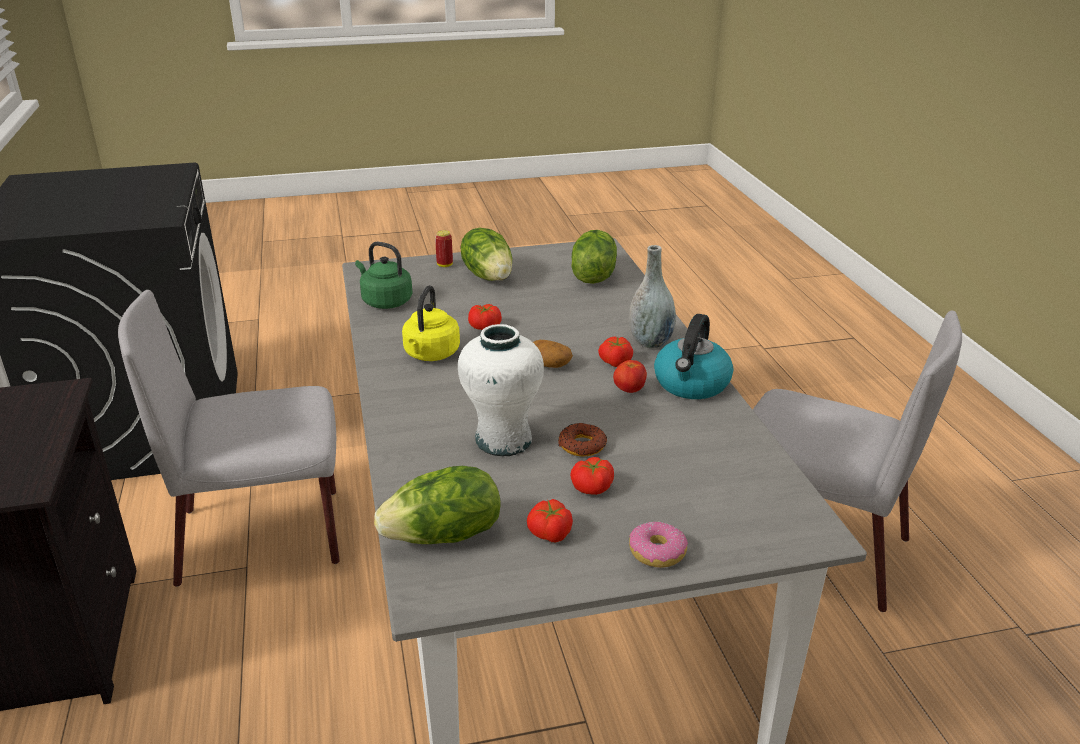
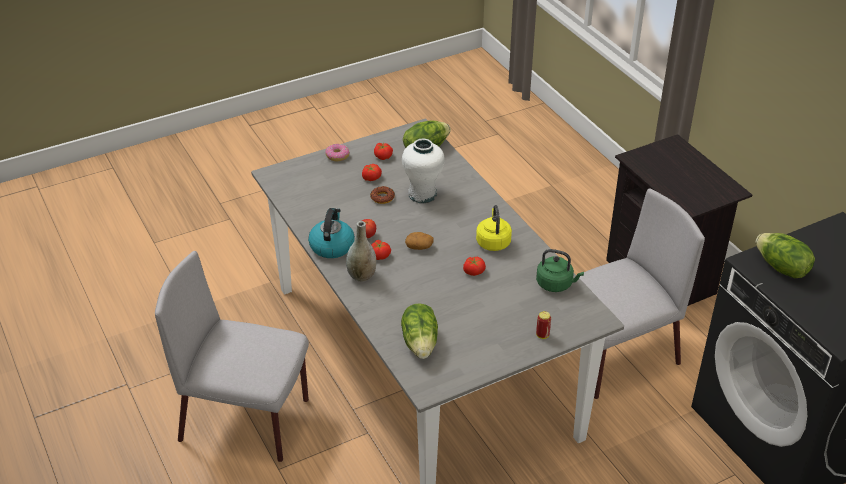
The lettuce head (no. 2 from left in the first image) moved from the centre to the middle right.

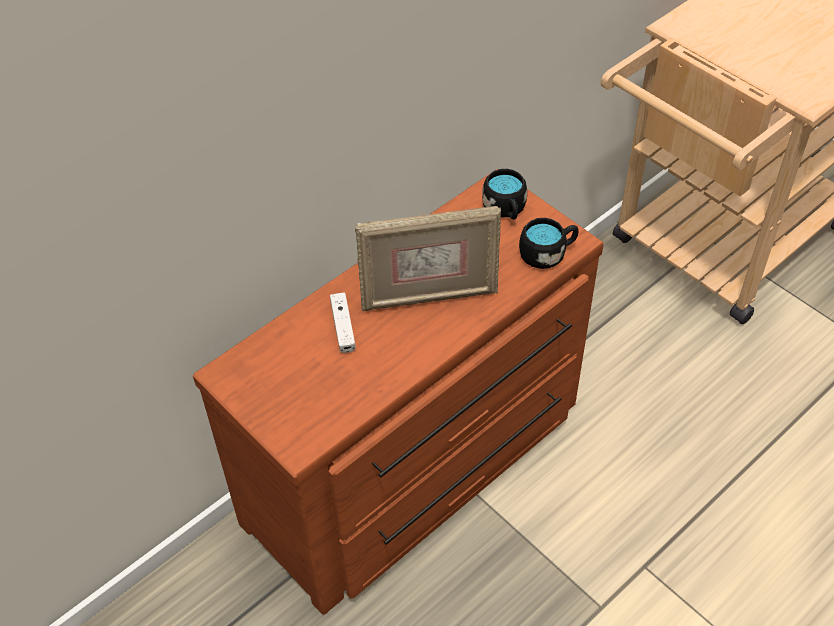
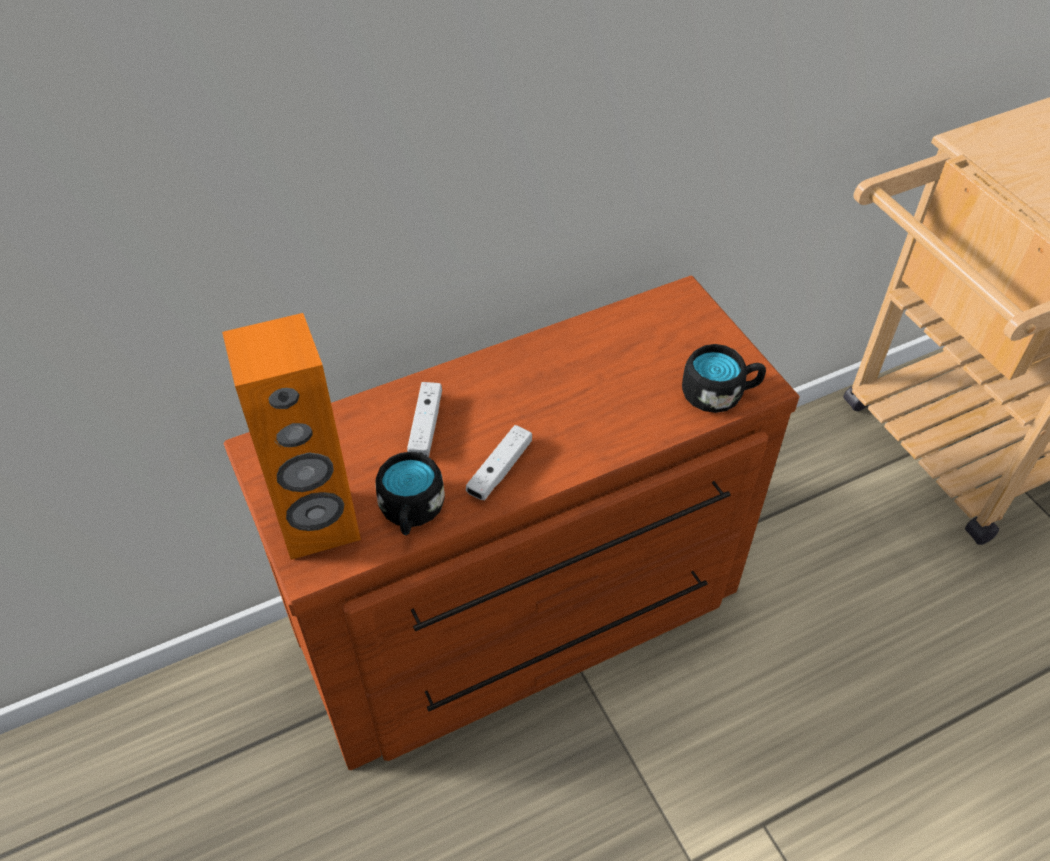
The loudspeaker/orange-coloured at the middle left appeared.
The mug/black (no. 1 from left) moved from the top centre to the centre.
The game controller/white-coloured (no. 2 from left) at the centre appeared.
The photo frame at the centre disappeared.

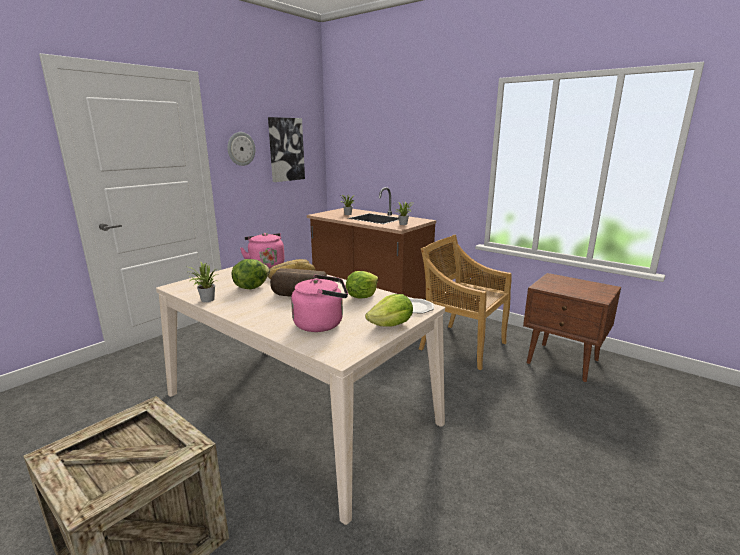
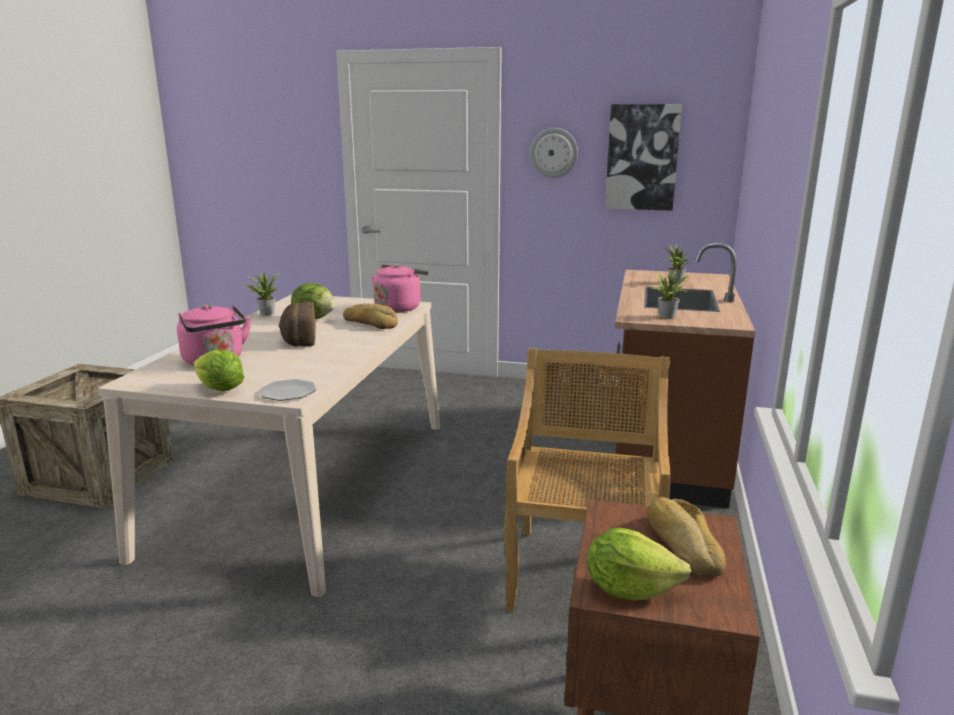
The lettuce head (no. 2 from left in the first image) moved from the centre to the bottom right.
The baked bread (no. 3 from left) at the bottom right appeared.

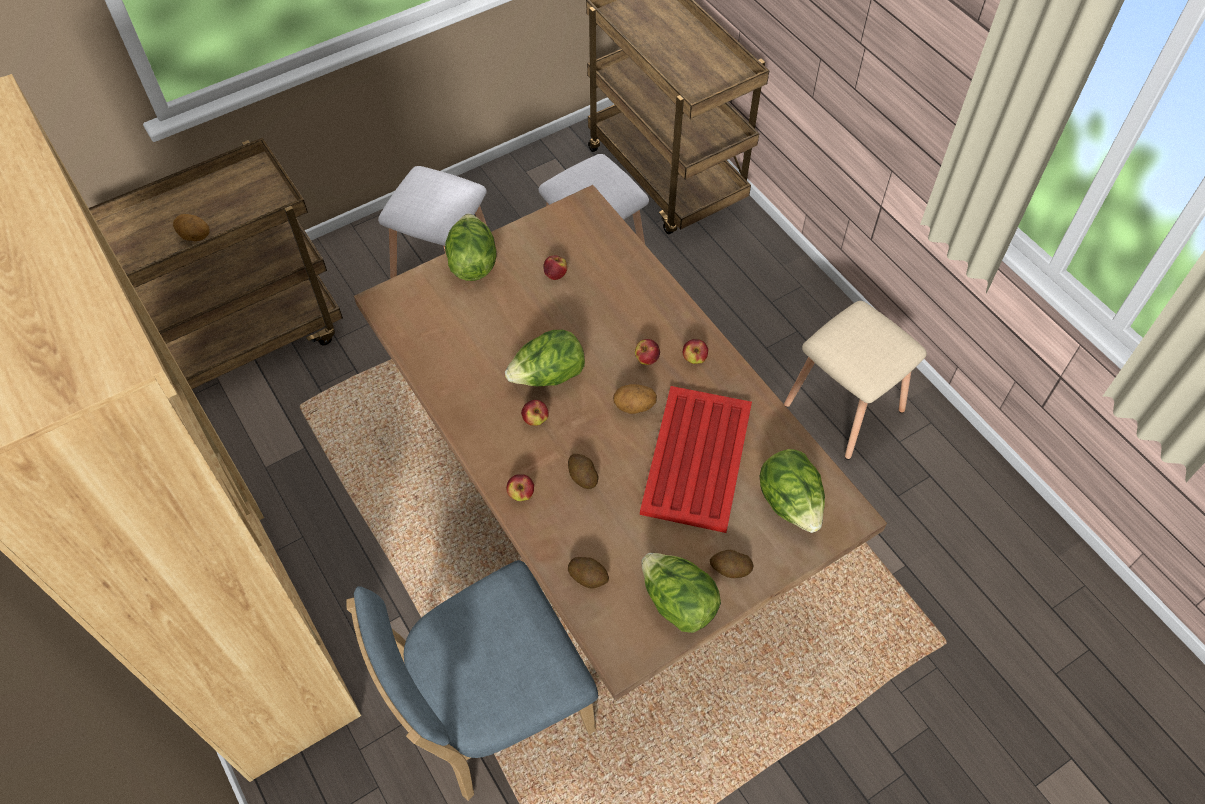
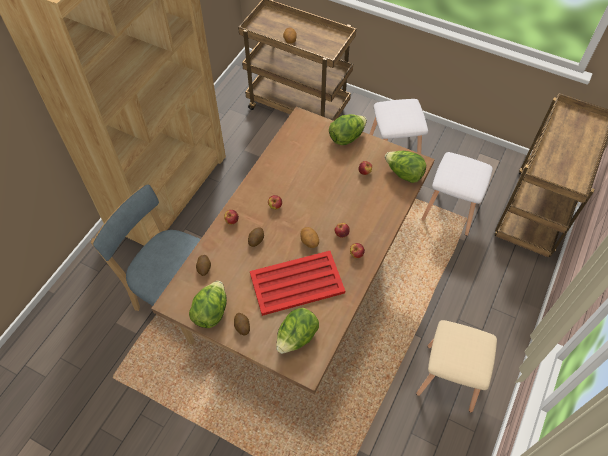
The lettuce head (no. 2 from left in the first image) moved from the centre to the middle right.

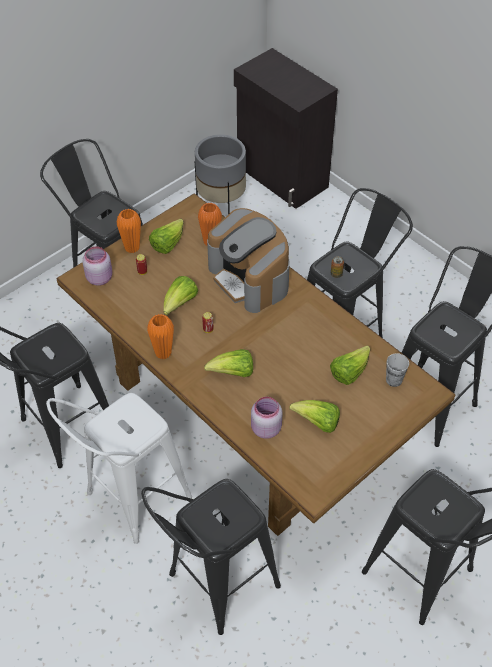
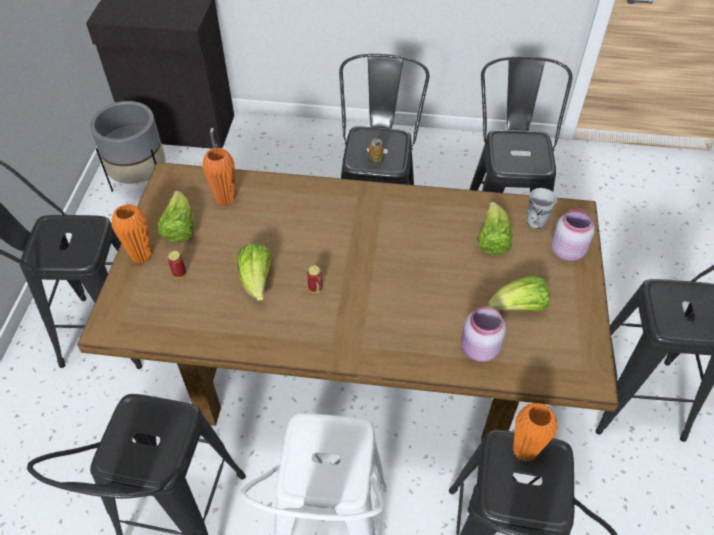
The decorative vase/orange-coloured (no. 2 from left in the first image) moved from the middle left to the bottom right.
The preserve jar/pink-coloured (no. 1 from left in the first image) moved from the middle left to the middle right.
The lettuce head (no. 3 from left) at the centre disappeared.
The coffee maker at the centre disappeared.

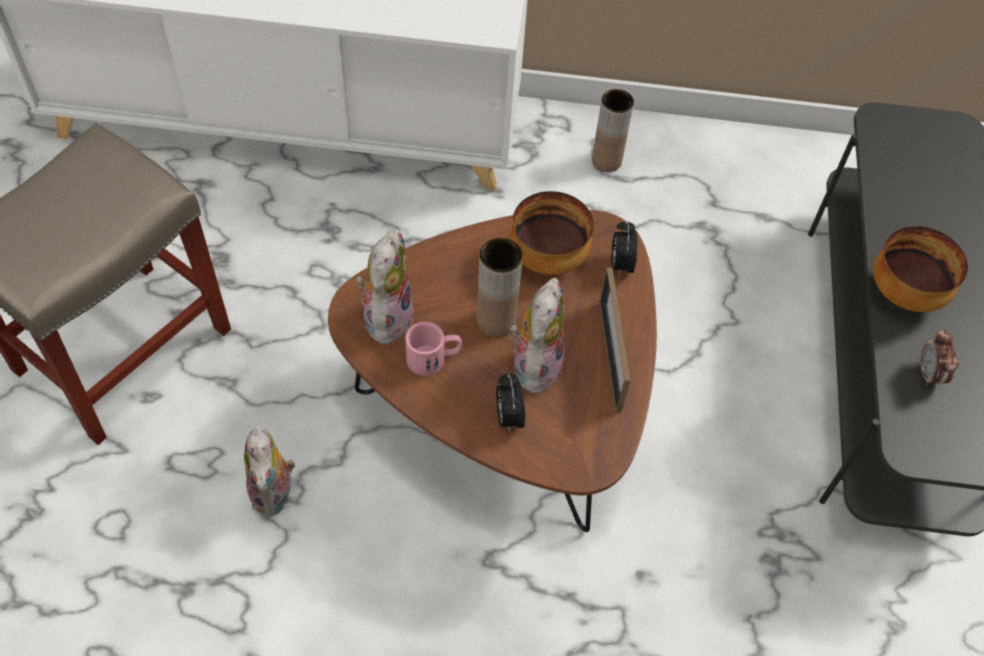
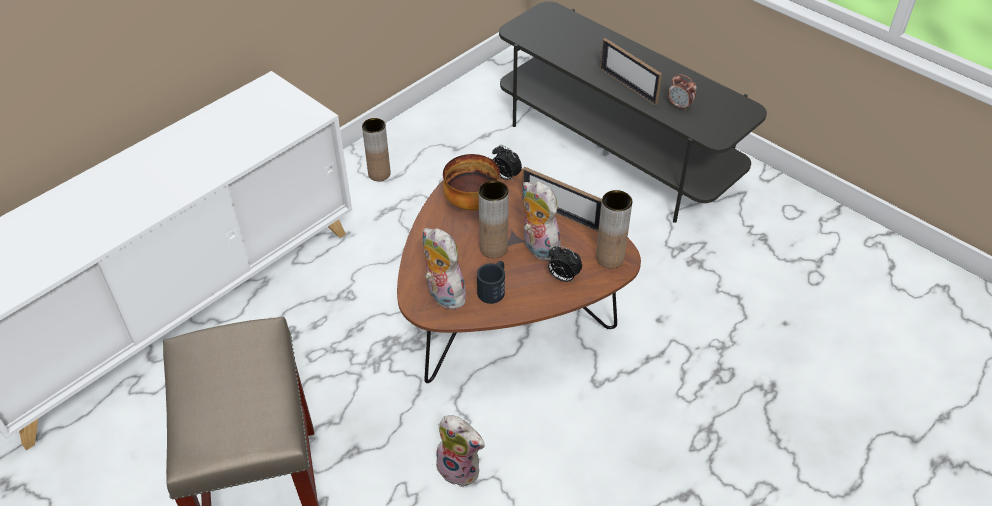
The mug/pink-coloured at the centre became the mug/black at the centre.
The decorative vase/brown (no. 3 from left) at the centre appeared.
The serving bowl (no. 2 from left) at the middle right was replaced by the photo frame (no. 2 from left) at the top centre.

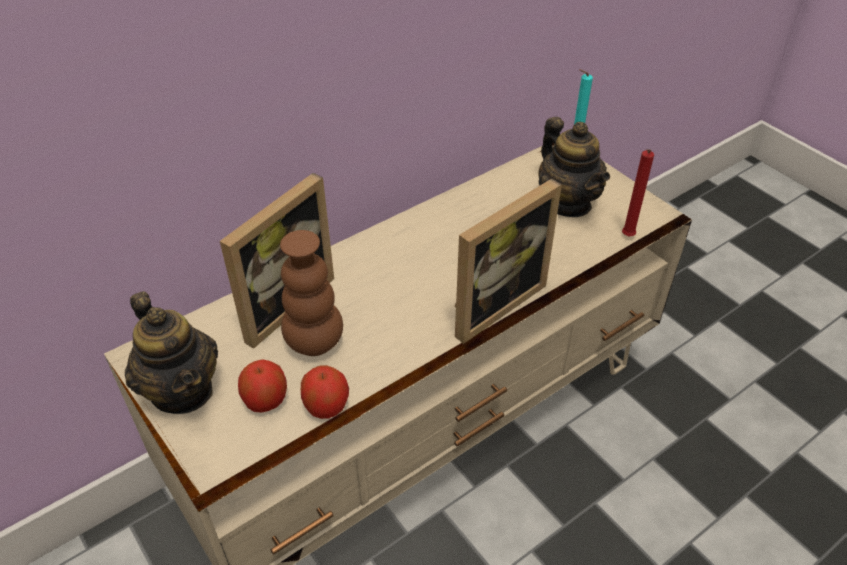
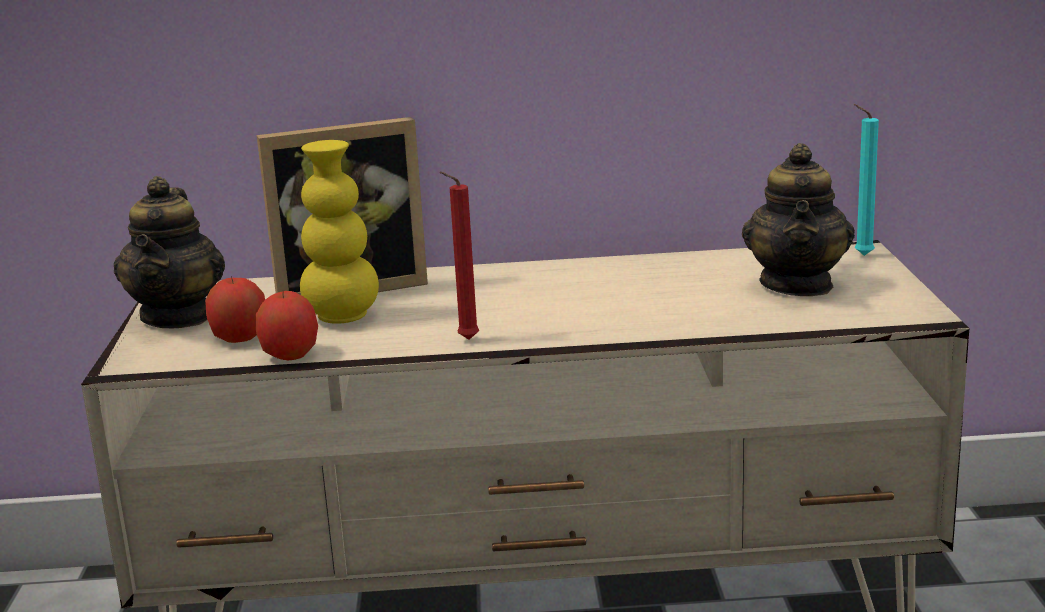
The decorative vase/brown at the centre became the decorative vase/yellowish at the middle left.
The wax light/red-coloured moved from the middle right to the centre.
The photo frame (no. 2 from left) at the centre disappeared.

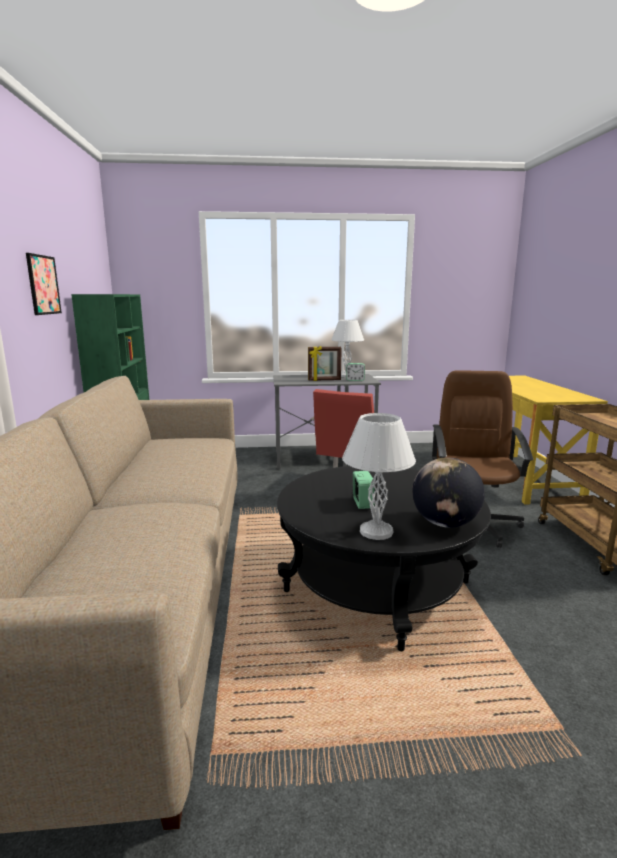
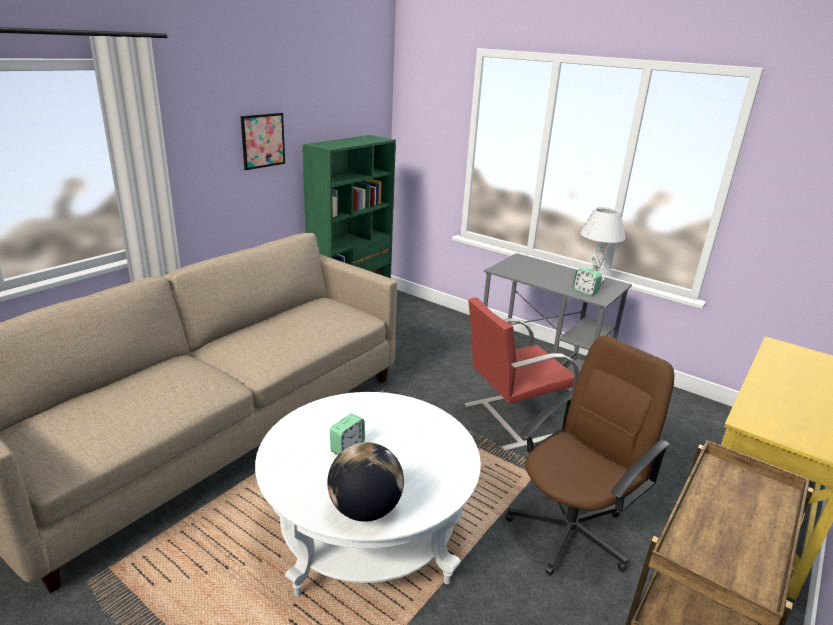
The coffee table/black at the centre became the coffee table/white-coloured at the bottom centre.
The photo frame at the centre disappeared.
The table lamp/white-coloured (no. 2 from left) at the centre disappeared.

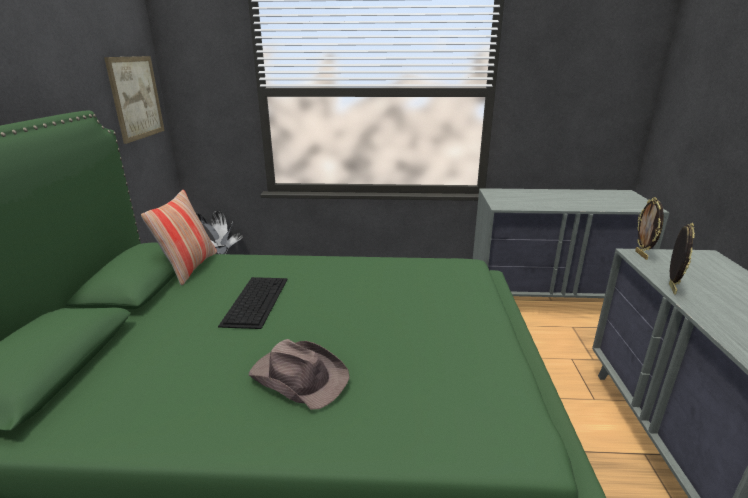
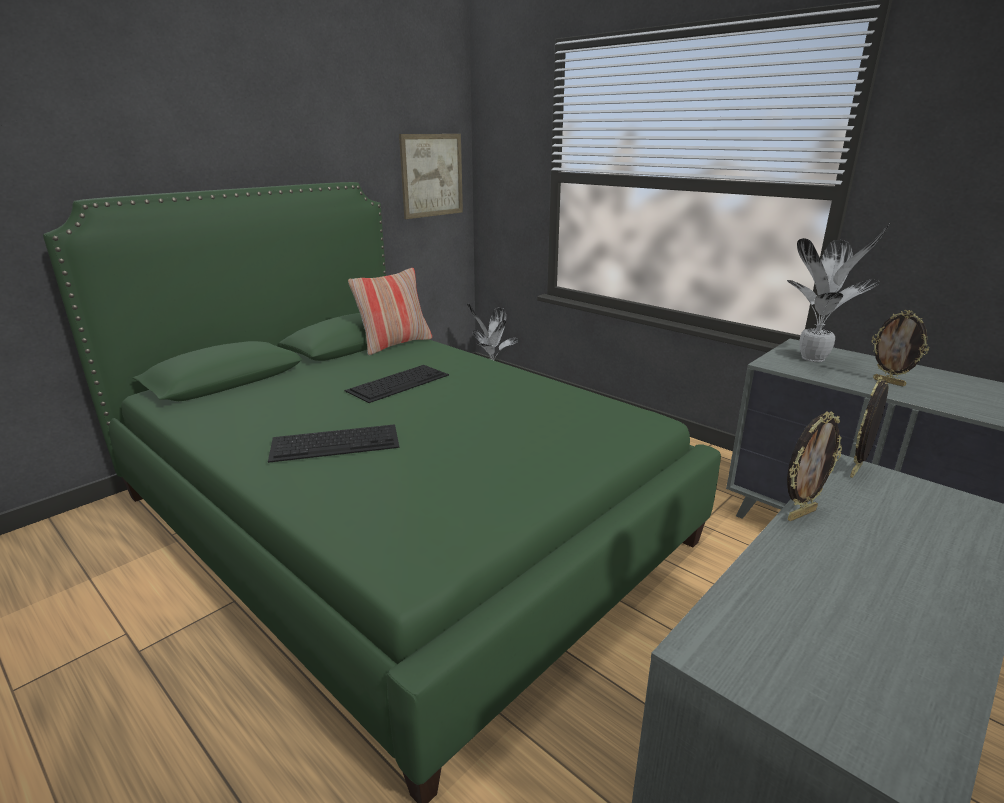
The wearable hat/brown at the bottom centre was replaced by the computer keyboard (no. 1 from left) at the middle left.
The houseplant (no. 2 from left) at the middle right appeared.
The photo frame (no. 3 from left) at the middle right appeared.

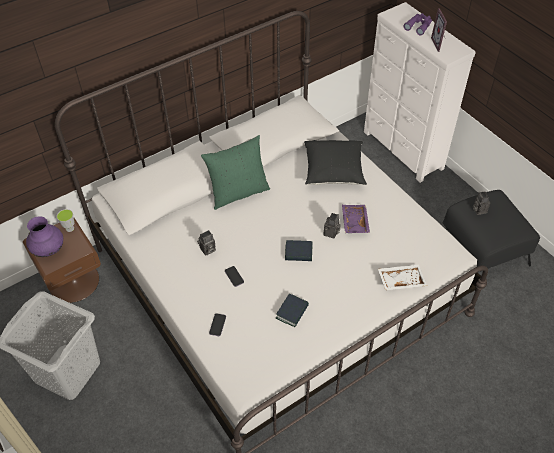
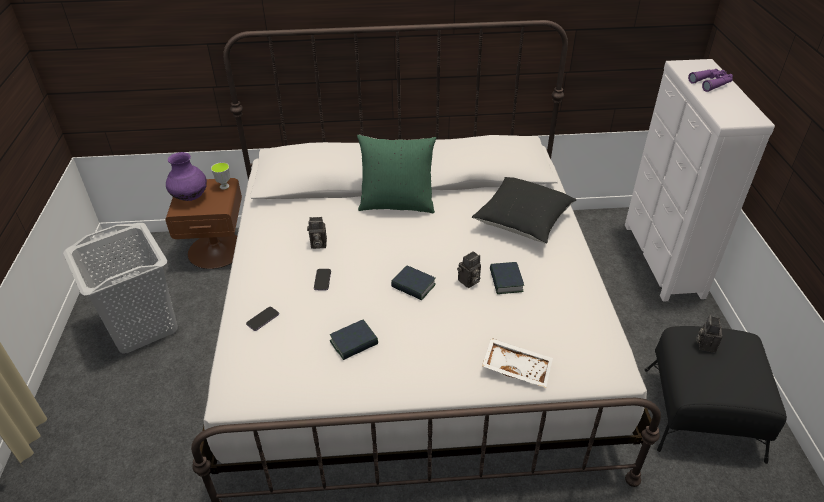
The tray/purple at the centre was replaced by the book (no. 3 from left) at the centre.
The photo frame at the top right disappeared.

